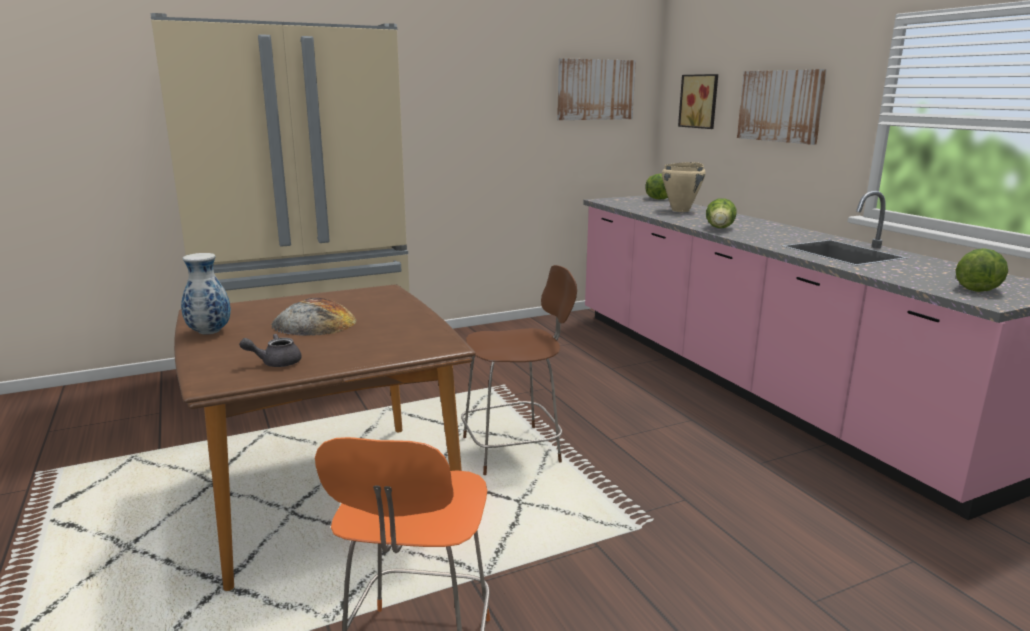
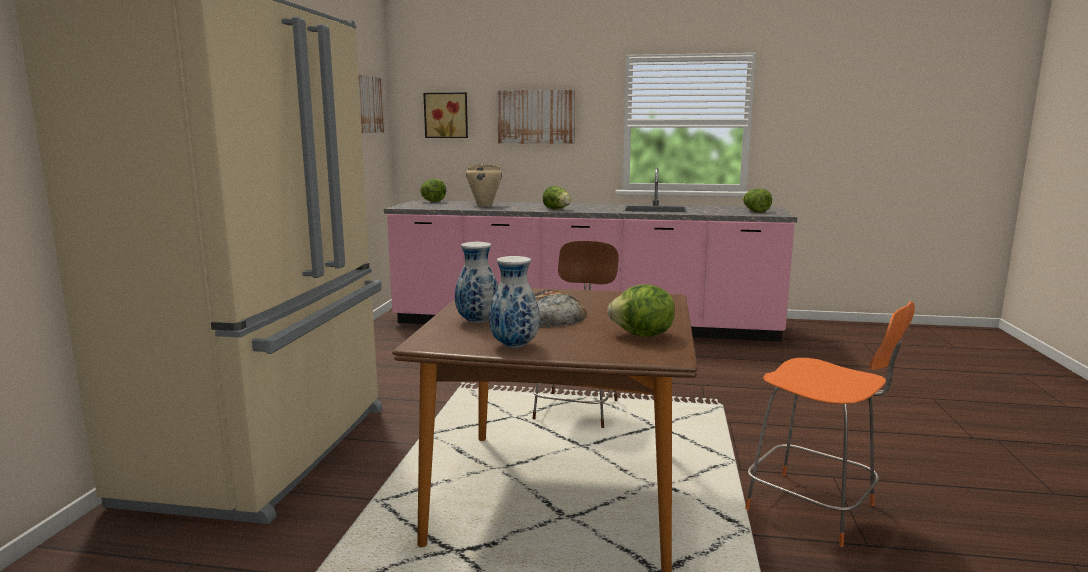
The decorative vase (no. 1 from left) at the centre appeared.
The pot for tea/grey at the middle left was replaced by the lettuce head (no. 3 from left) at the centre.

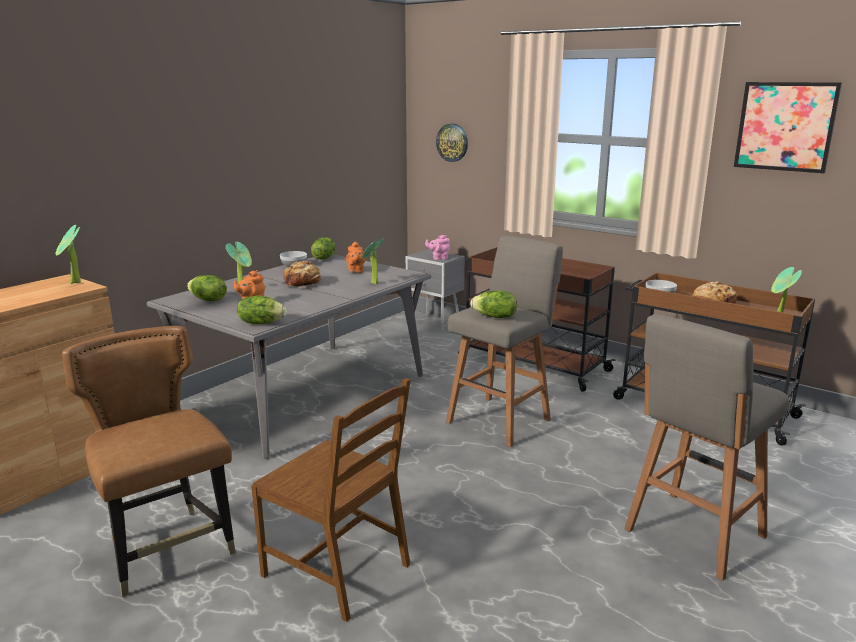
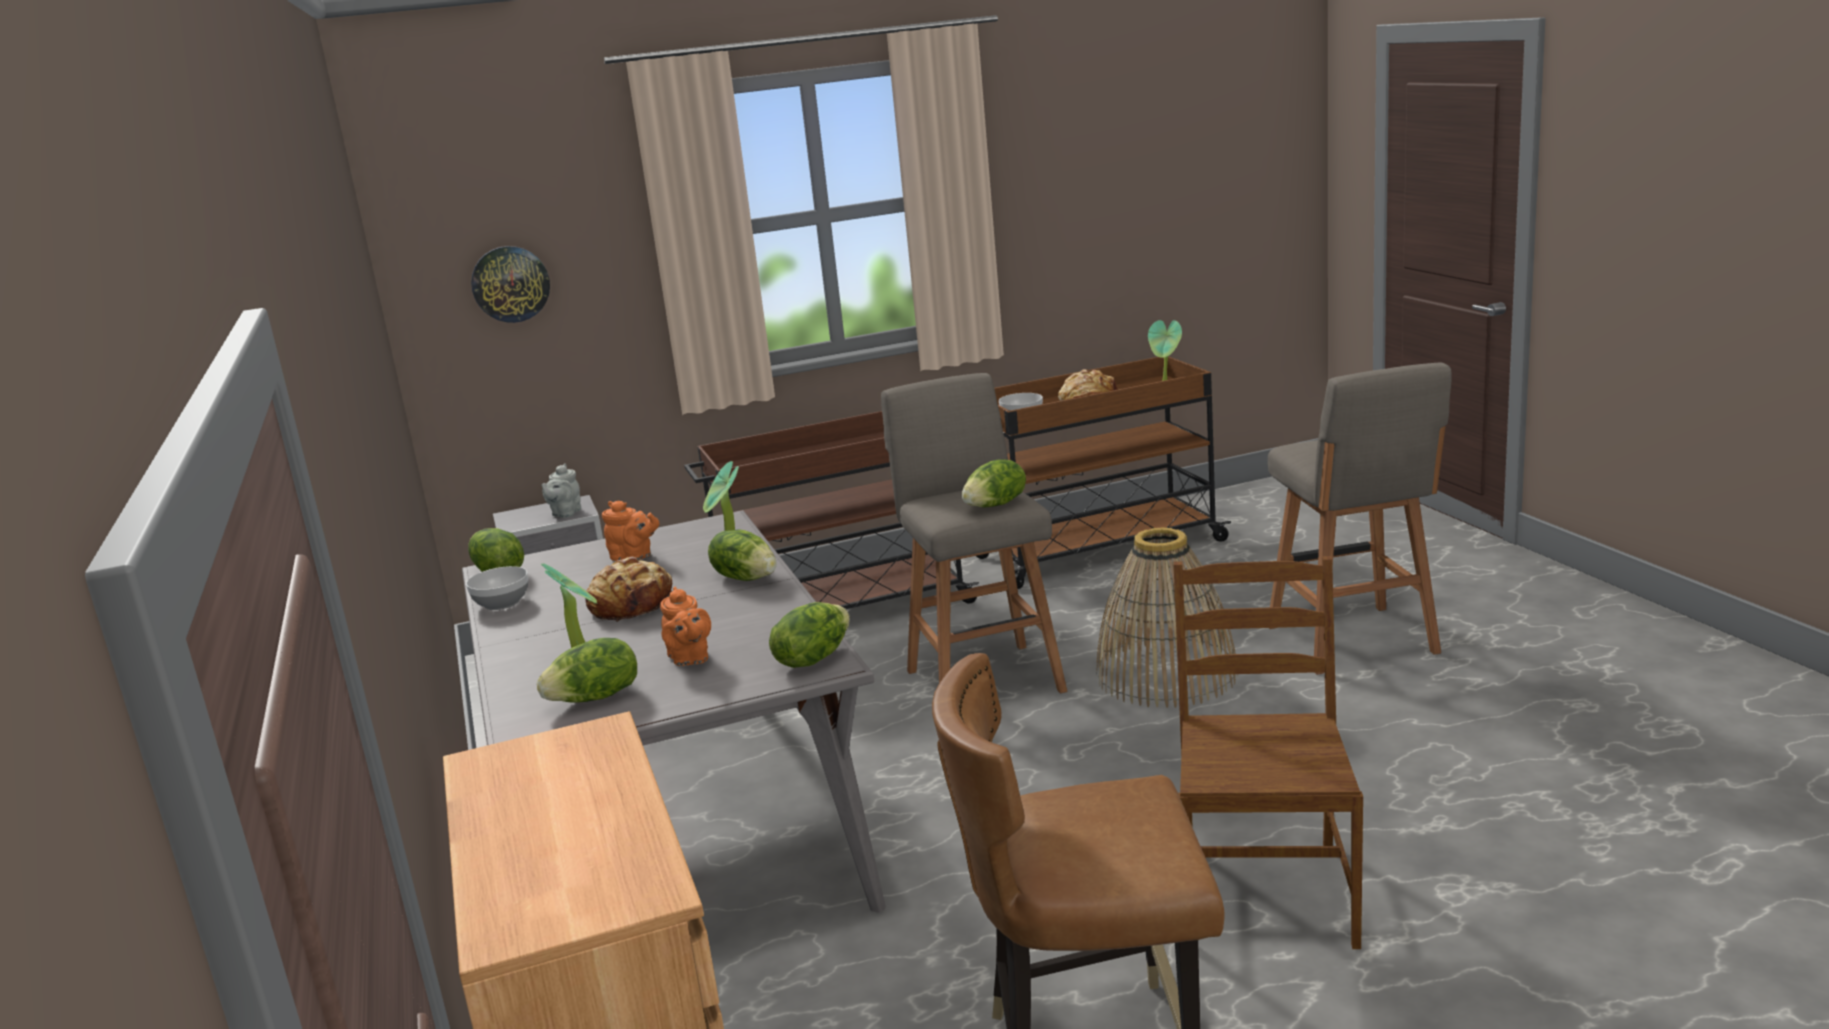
The pot for tea/pink-coloured at the centre became the pot for tea/grey at the middle left.
The lettuce head (no. 3 from left) at the centre appeared.
The basket at the centre appeared.
The upright chair/brown (no. 2 from left) at the bottom centre turned 60 degrees counterclockwise.
The houseplant (no. 1 from left) at the middle left disappeared.
The wall picture at the top right disappeared.

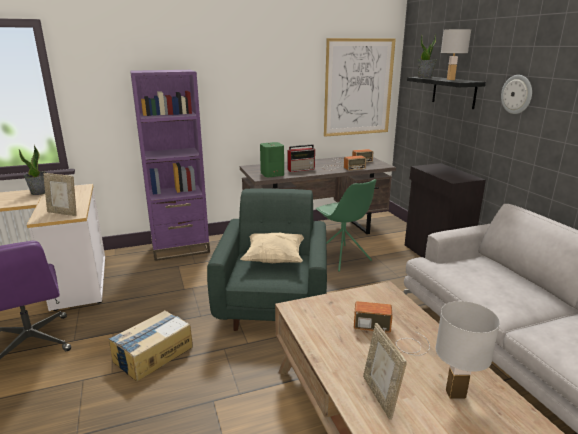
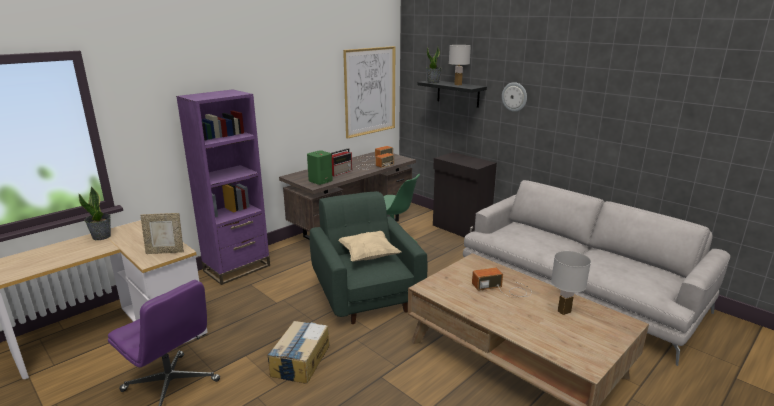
The photo frame (no. 2 from left) at the bottom centre disappeared.

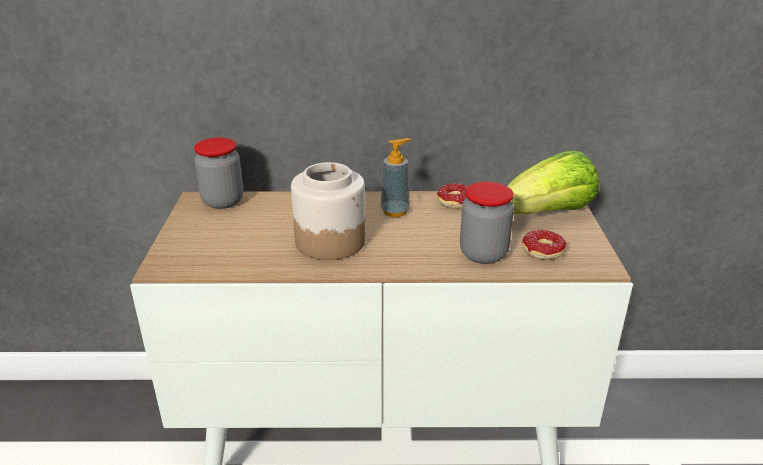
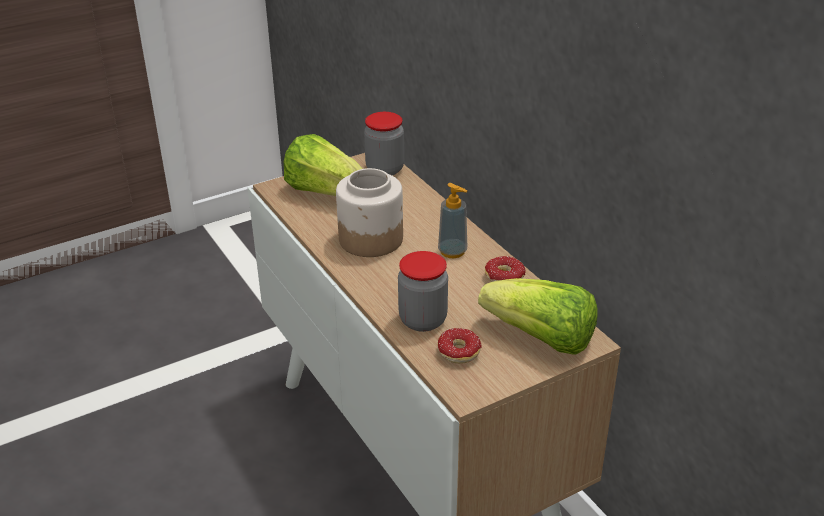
The lettuce head (no. 1 from left) at the top centre appeared.

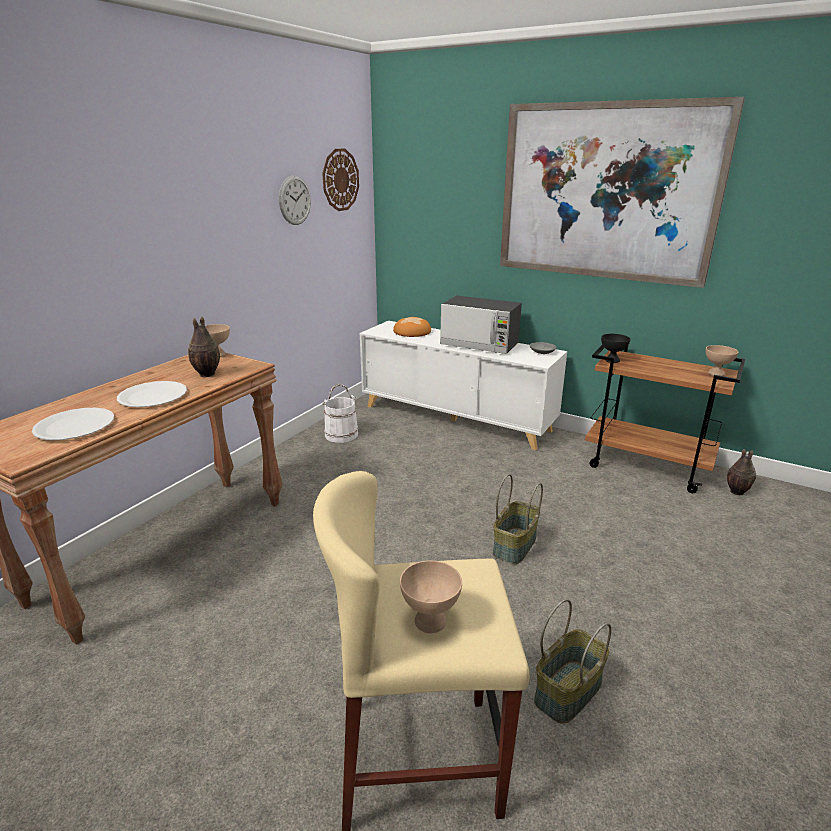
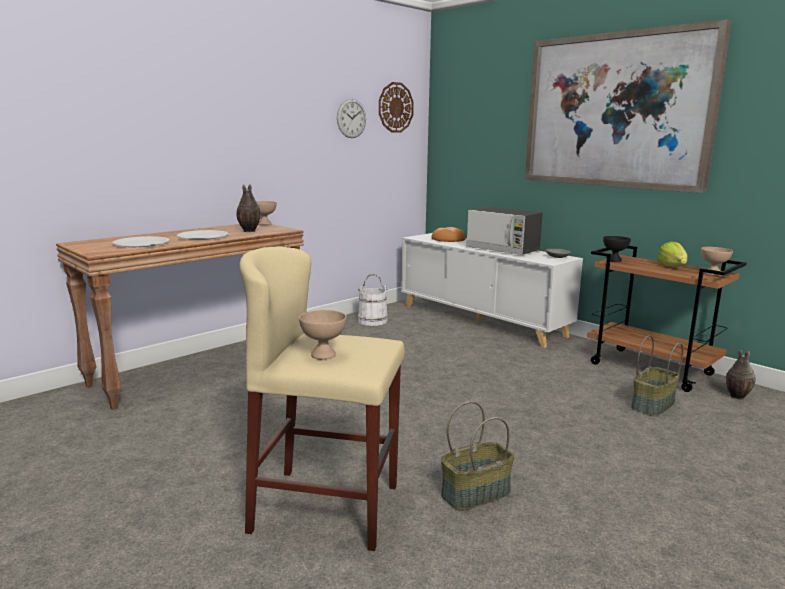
The basket (no. 1 from left in the first image) moved from the centre to the middle right.
The lettuce head at the middle right appeared.

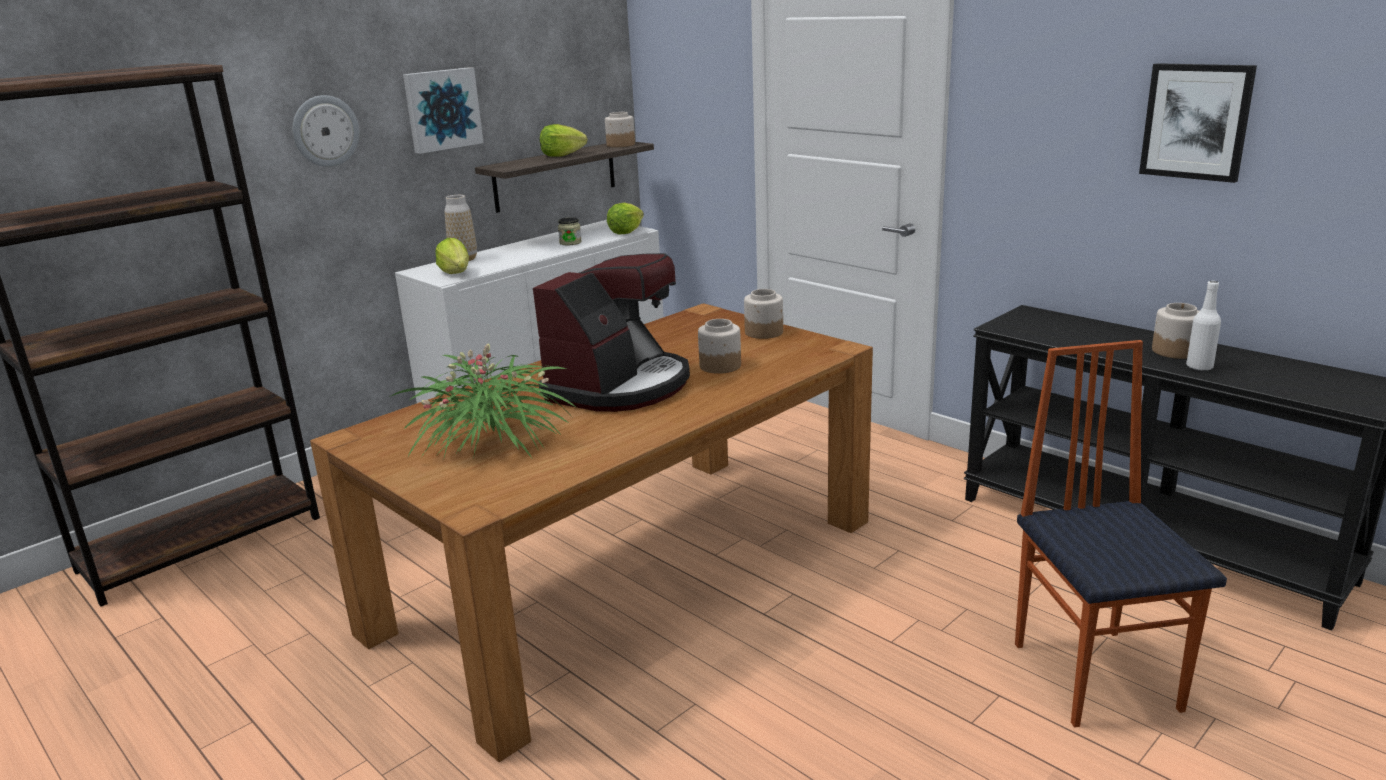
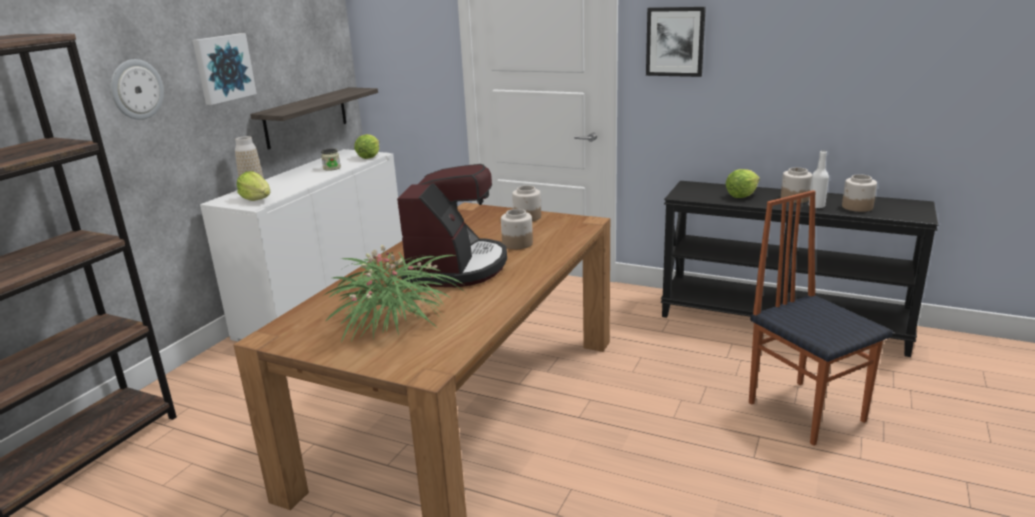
The wall picture (no. 2 from left) moved from the top right to the top centre.
The lettuce head (no. 2 from left in the first image) moved from the top centre to the middle right.
The preserve jar (no. 2 from left in the first image) moved from the top centre to the middle right.

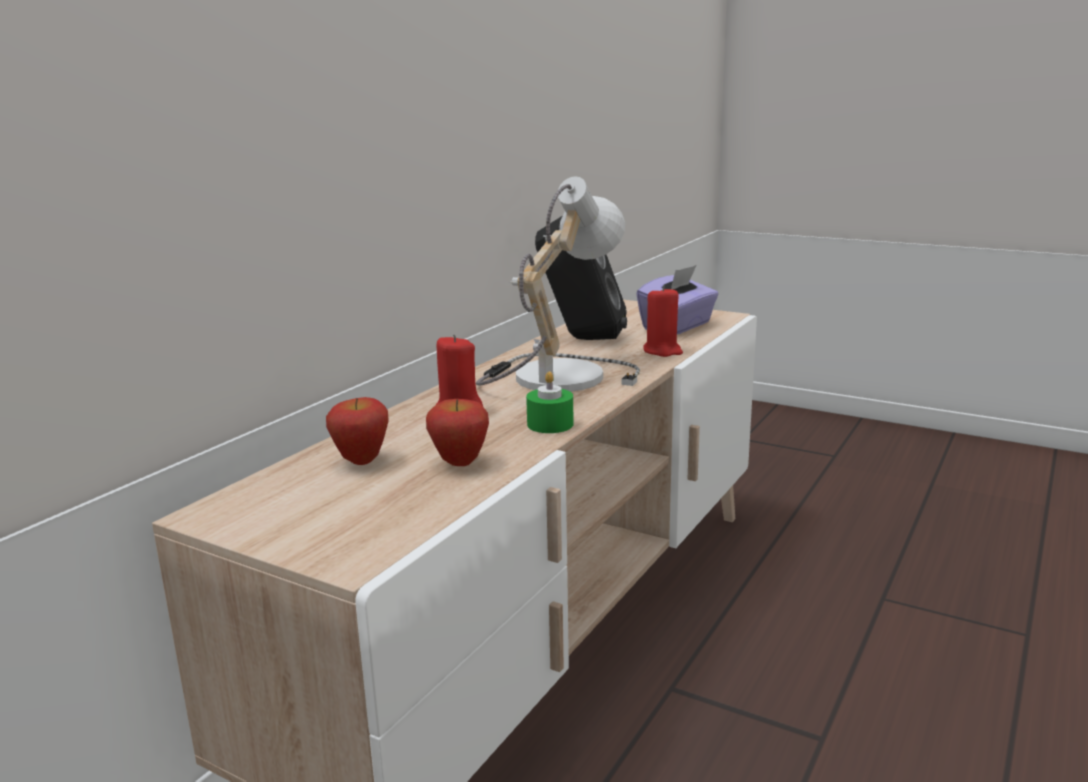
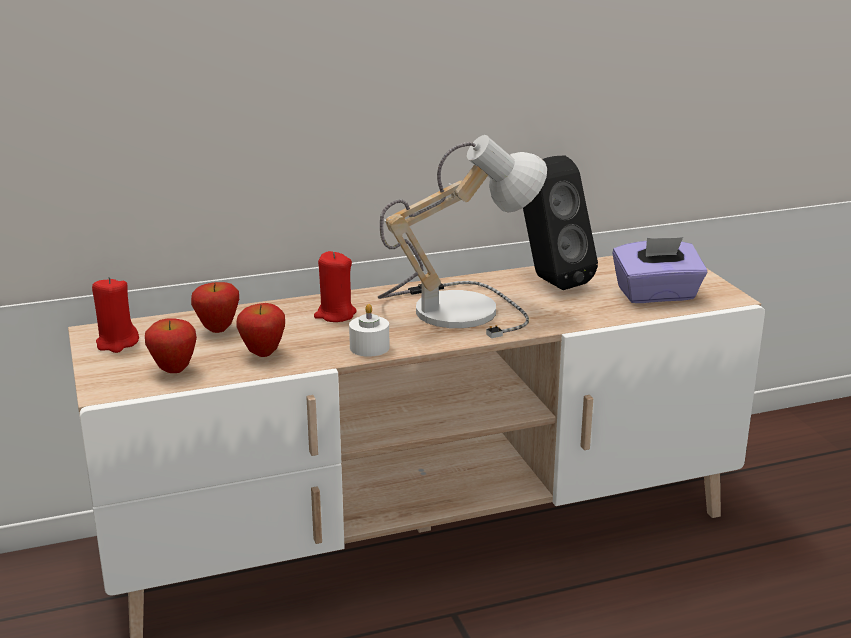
The wax light/red-coloured (no. 2 from left in the first image) moved from the centre to the middle left.
The apple (no. 1 from left) at the middle left appeared.
The wax light/greenish at the centre became the wax light/white-coloured at the centre.

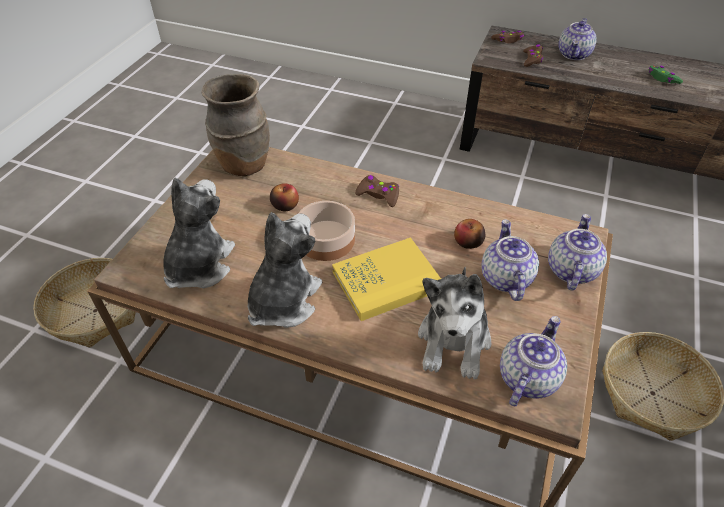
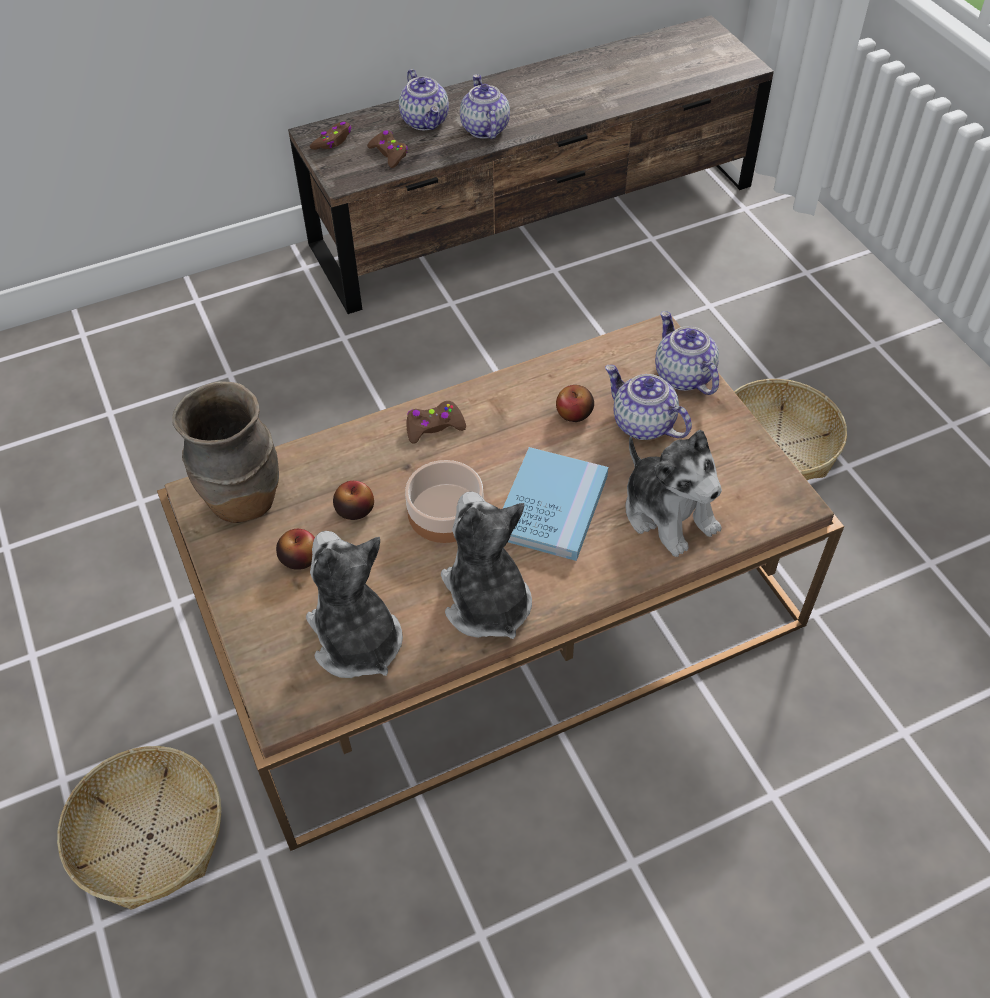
The apple (no. 1 from left) at the middle left appeared.
The pot for tea (no. 2 from left) moved from the bottom right to the top centre.
The book/yellowish at the centre became the book/bluish at the centre.
The game controller/greenish at the top right disappeared.

